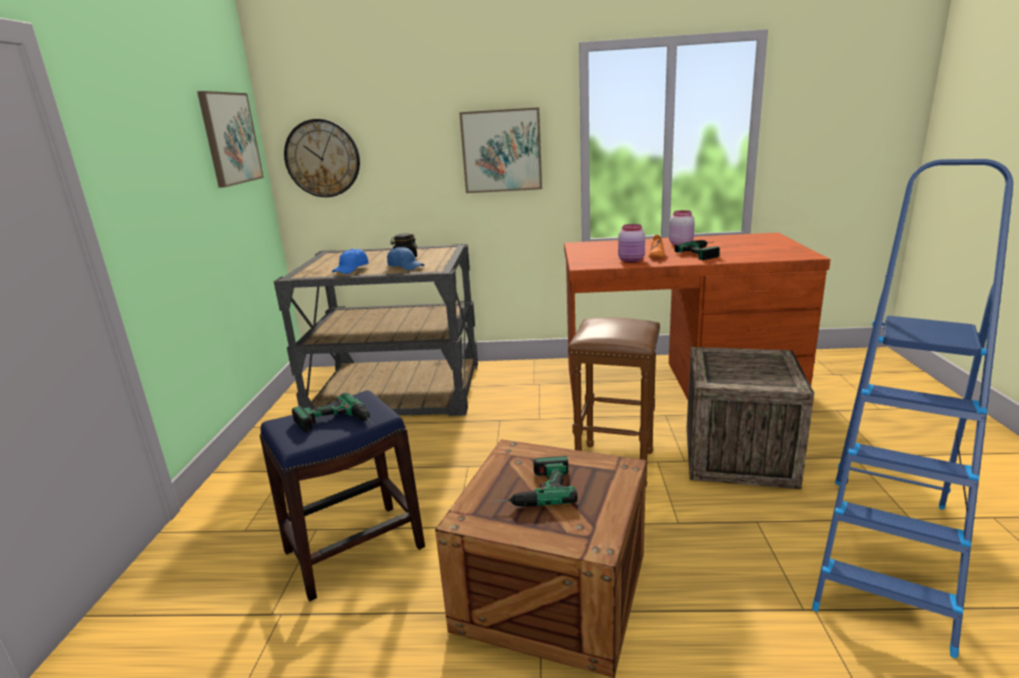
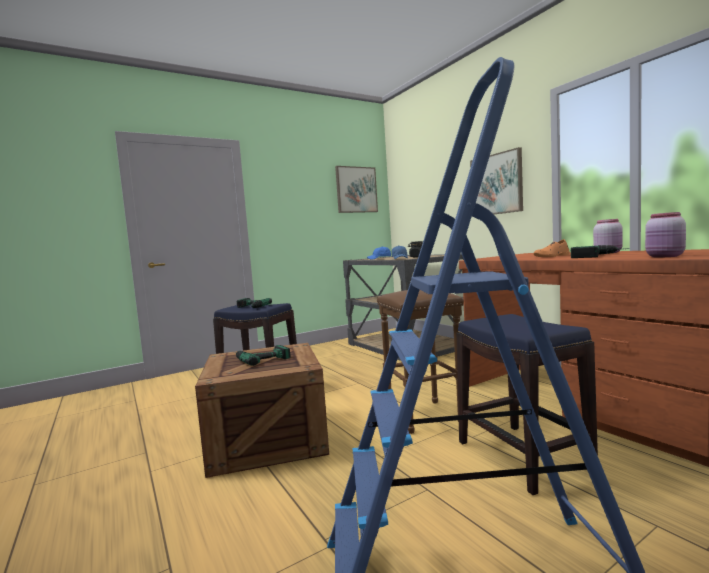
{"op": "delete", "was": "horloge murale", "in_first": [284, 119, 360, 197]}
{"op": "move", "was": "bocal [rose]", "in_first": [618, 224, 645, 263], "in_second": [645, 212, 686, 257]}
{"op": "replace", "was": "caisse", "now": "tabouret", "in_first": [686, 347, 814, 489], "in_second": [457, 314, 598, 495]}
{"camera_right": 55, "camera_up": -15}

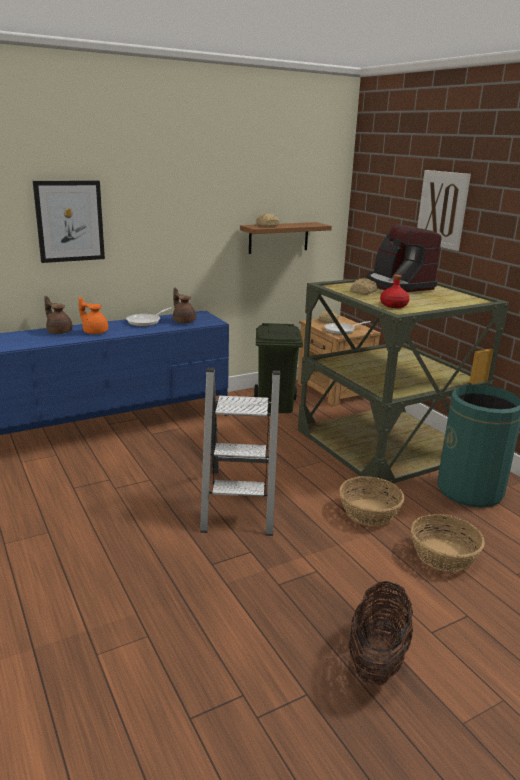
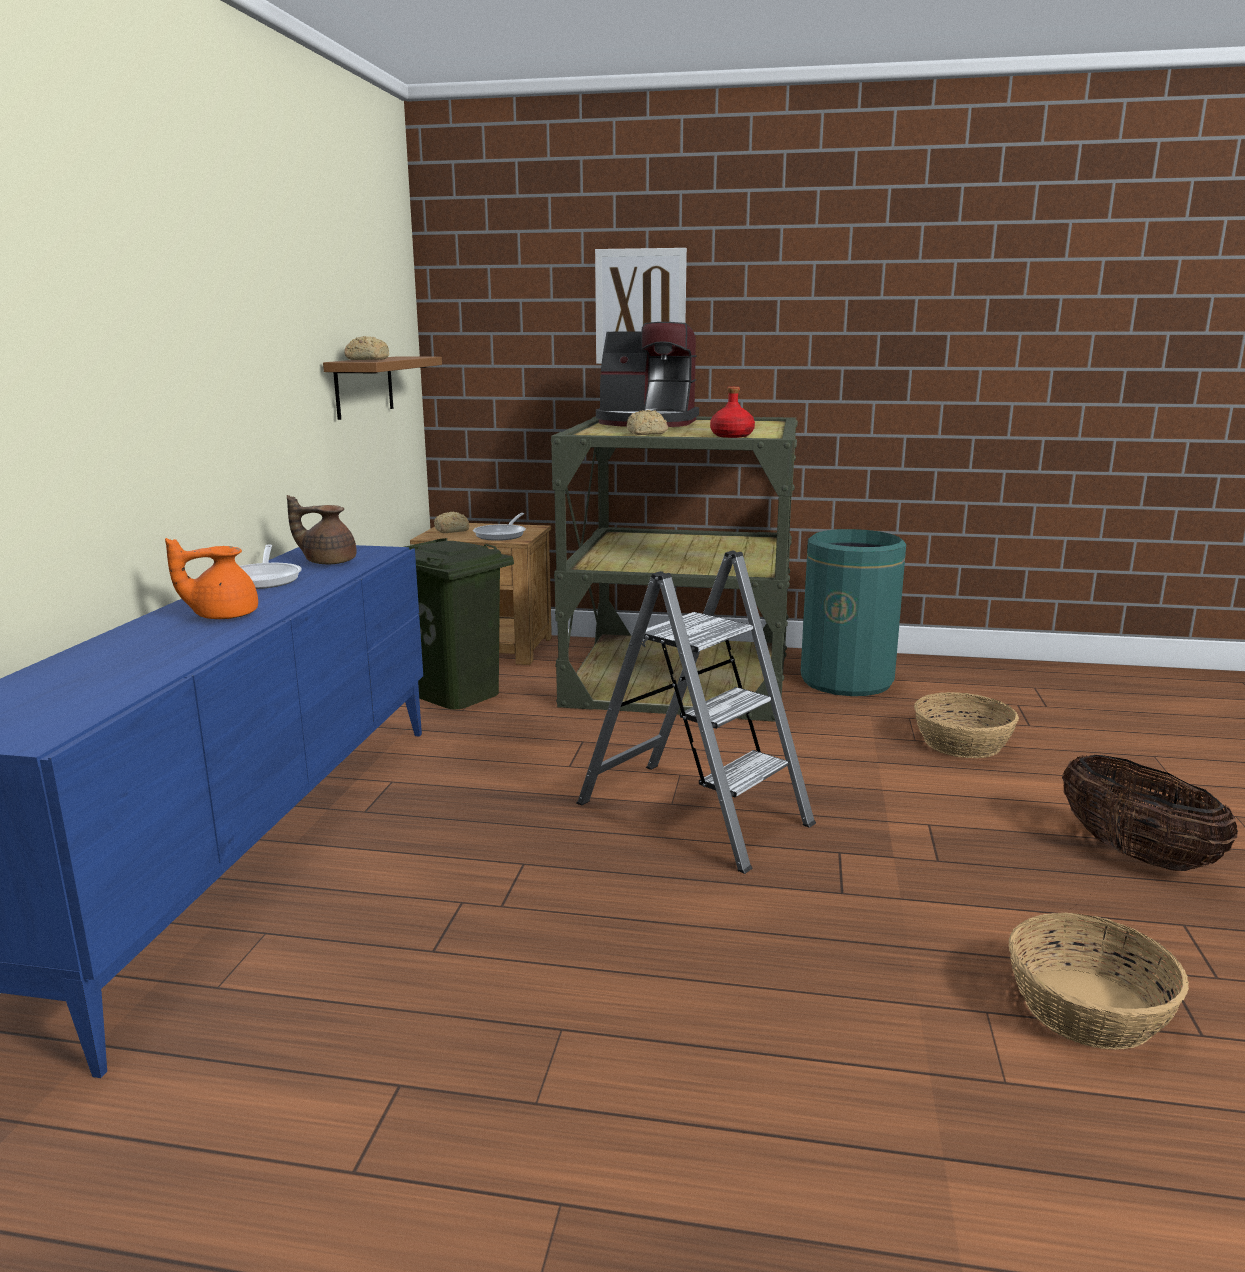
{"op": "delete", "was": "tableau", "in_first": [33, 181, 105, 263]}
{"op": "delete", "was": "théière [marron]", "in_first": [44, 296, 73, 334]}
{"op": "move", "was": "panier", "in_first": [339, 476, 404, 526], "in_second": [1009, 913, 1189, 1050]}
{"camera_right": -50, "camera_up": -5}

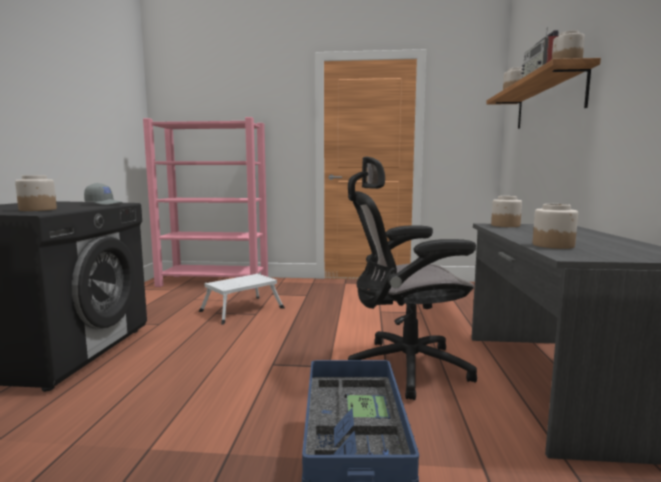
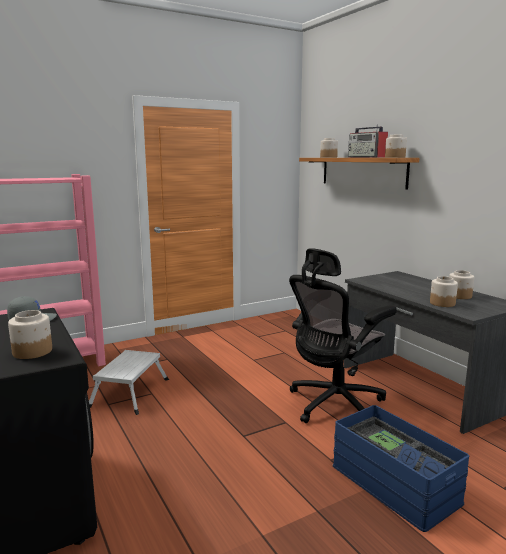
{"op": "move", "was": "bocal", "in_first": [491, 196, 522, 227], "in_second": [449, 270, 474, 299]}
{"camera_right": -35, "camera_up": 5}

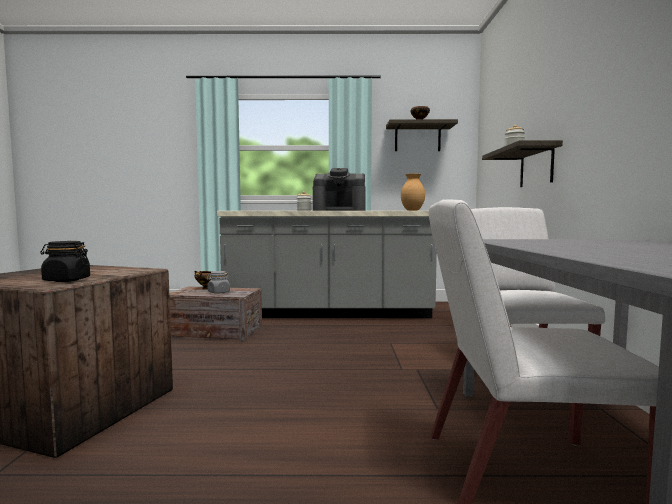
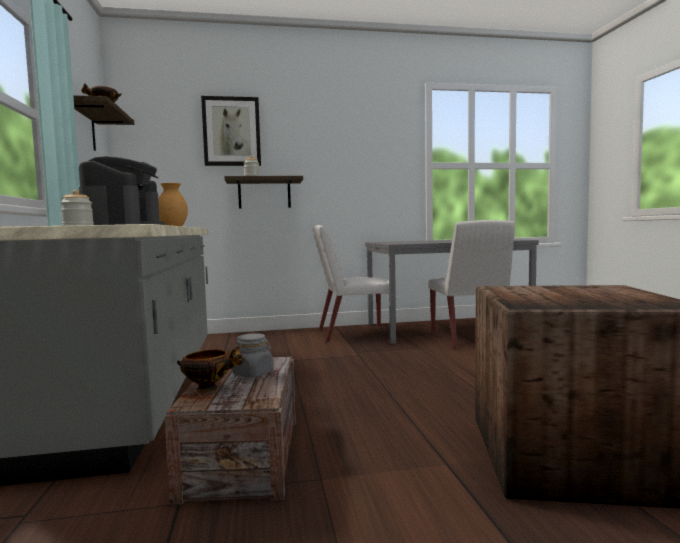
{"op": "delete", "was": "bocal [noir]", "in_first": [41, 241, 90, 282]}
{"op": "insert", "now": "tableau", "in_second": [201, 96, 261, 166]}
{"camera_right": -100, "camera_up": 0}

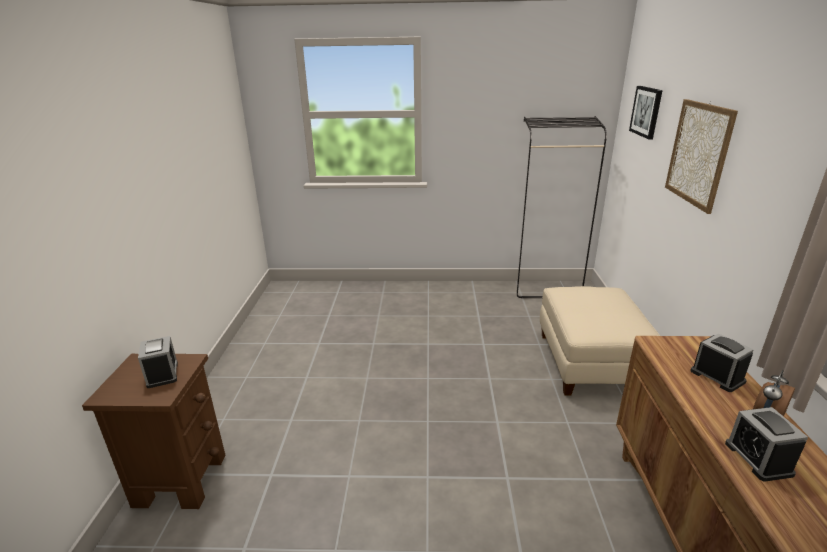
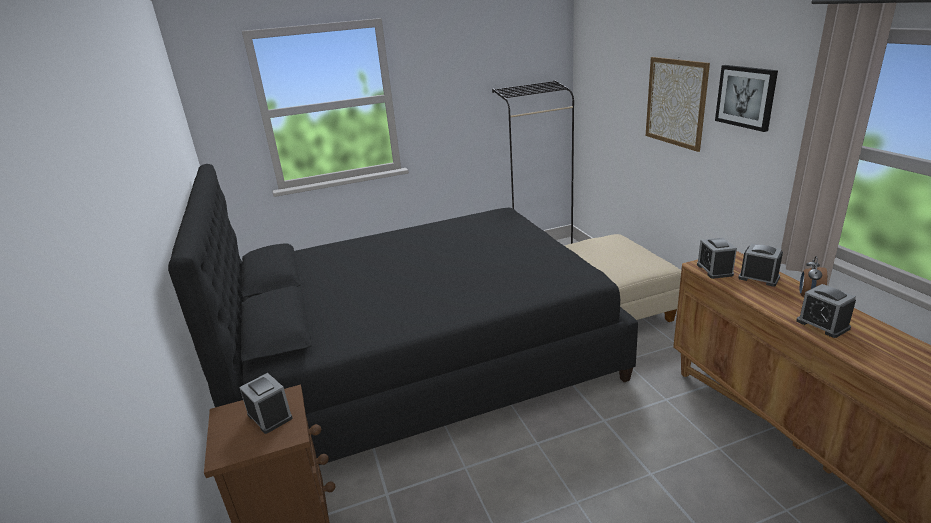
{"op": "move", "was": "tableau", "in_first": [629, 86, 663, 139], "in_second": [715, 65, 778, 132]}
{"op": "insert", "now": "lit [noir]", "in_second": [168, 164, 638, 465]}
{"op": "insert", "now": "réveil", "in_second": [697, 237, 737, 279]}
{"camera_right": -20, "camera_up": 0}

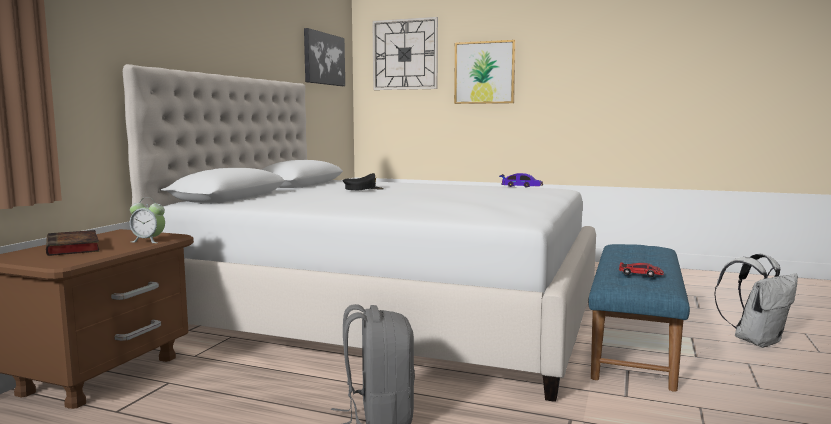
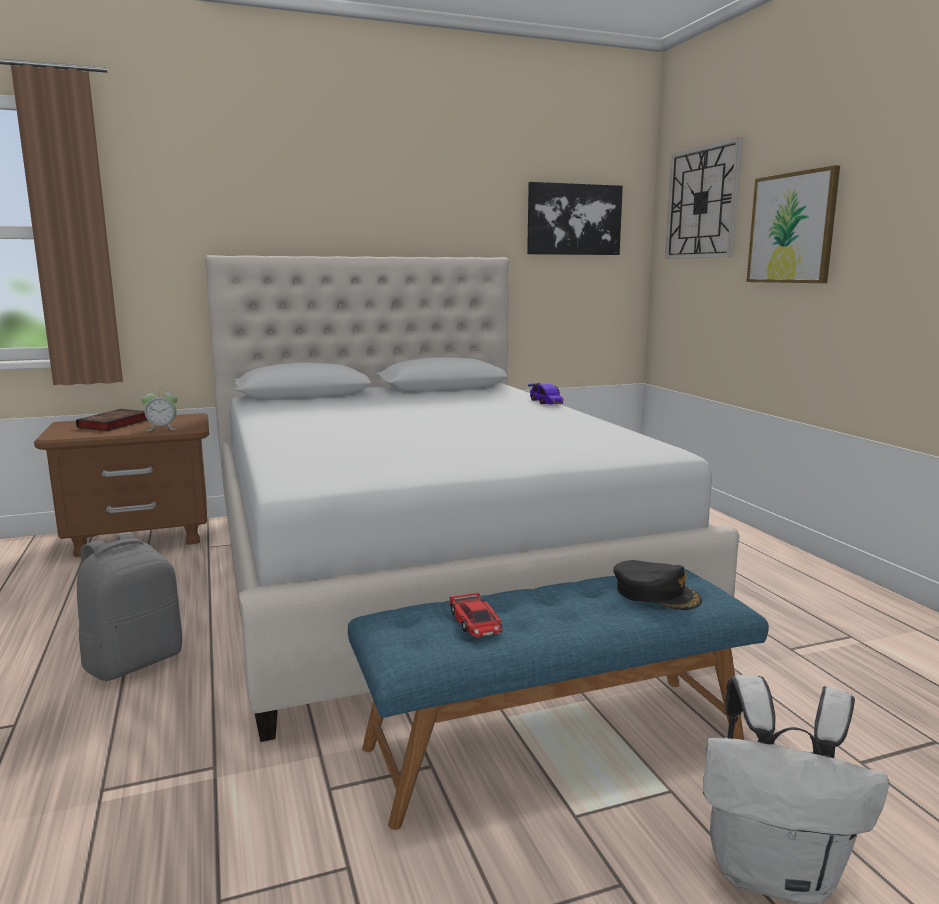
{"op": "rotate", "was": "réveil", "in_first": [130, 197, 165, 243], "in_second": [141, 391, 178, 431], "clockwise": -75}
{"op": "move", "was": "casquette [noir]", "in_first": [343, 173, 384, 190], "in_second": [613, 560, 702, 610]}
{"op": "move", "was": "petite voiture", "in_first": [499, 173, 543, 188], "in_second": [528, 383, 564, 405]}
{"camera_right": 50, "camera_up": 5}

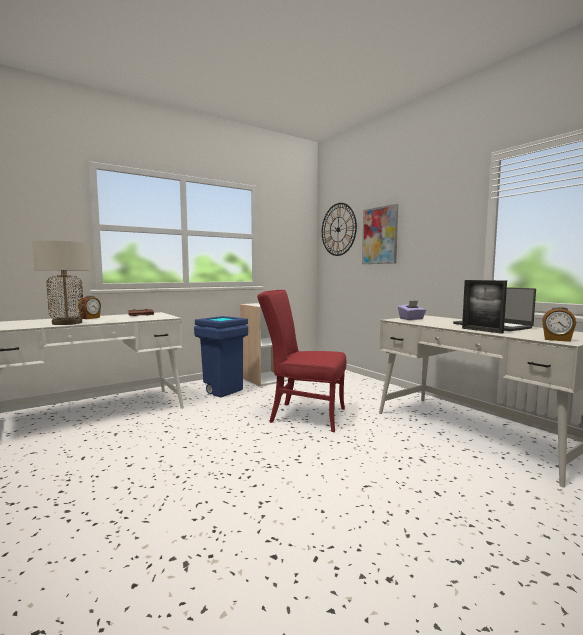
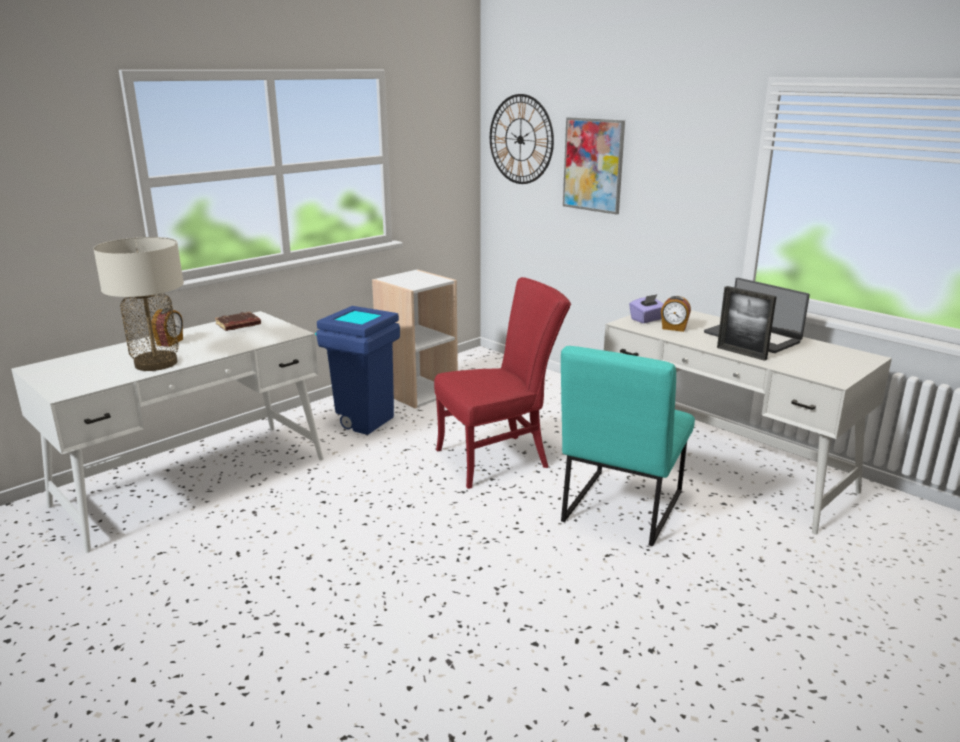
{"op": "rotate", "was": "chaise [rouge]", "in_first": [257, 290, 346, 432], "in_second": [434, 277, 571, 489], "clockwise": 150}
{"op": "move", "was": "réveil", "in_first": [542, 307, 576, 342], "in_second": [661, 296, 691, 332]}
{"op": "insert", "now": "chaise [turquoise]", "in_second": [561, 346, 695, 546]}
{"camera_right": -10, "camera_up": 15}

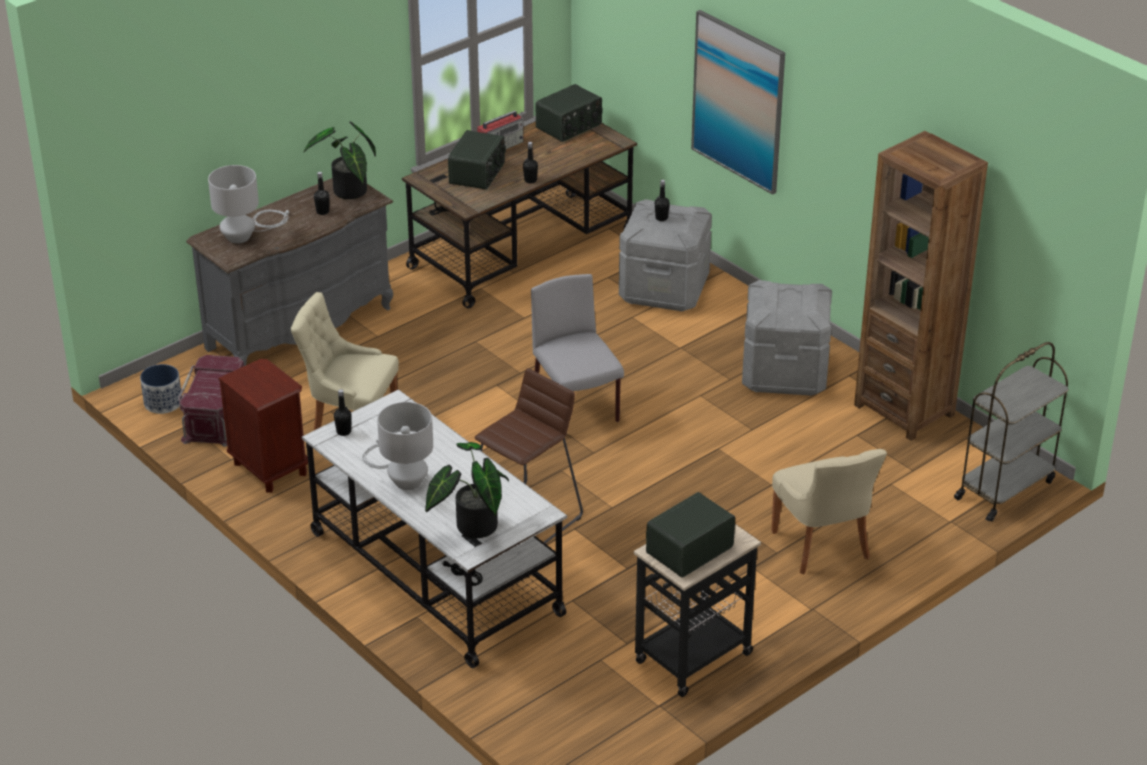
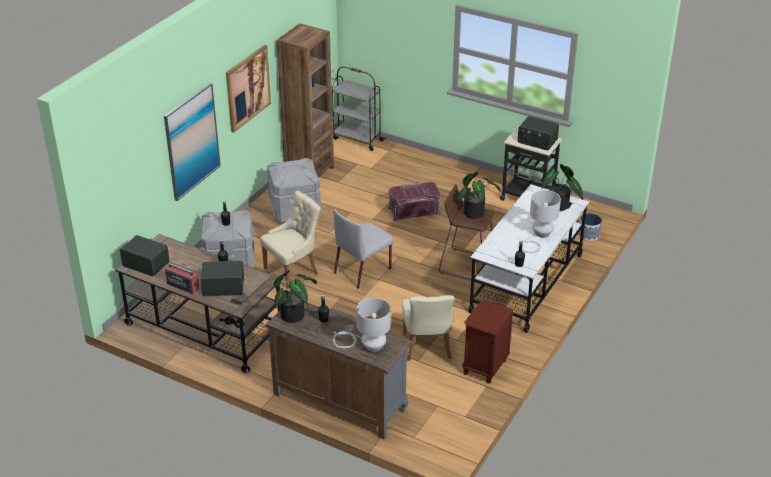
{"op": "move", "was": "cache-pot", "in_first": [140, 364, 182, 414], "in_second": [578, 213, 602, 241]}
{"op": "move", "was": "boîte de rangement [rouge]", "in_first": [178, 355, 244, 447], "in_second": [388, 182, 441, 221]}
{"op": "move", "was": "chaise [beige]", "in_first": [771, 449, 887, 574], "in_second": [260, 191, 321, 289]}
{"op": "insert", "now": "tableau", "in_second": [226, 45, 271, 133]}
{"op": "insert", "now": "plante en pot", "in_second": [458, 172, 500, 219]}
{"camera_right": -110, "camera_up": 0}

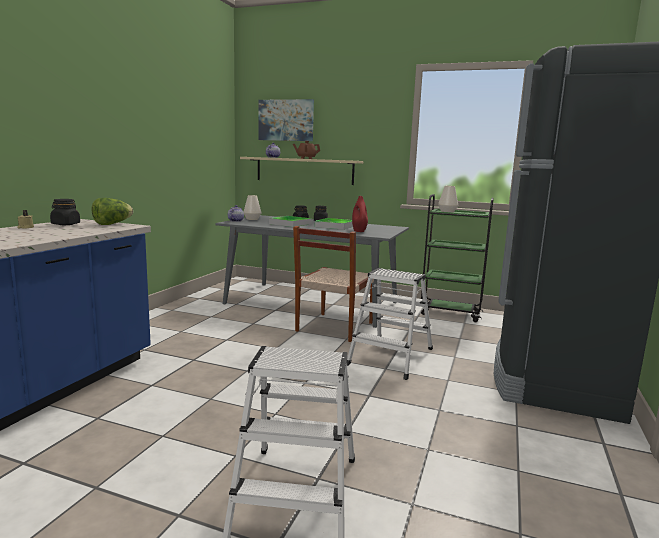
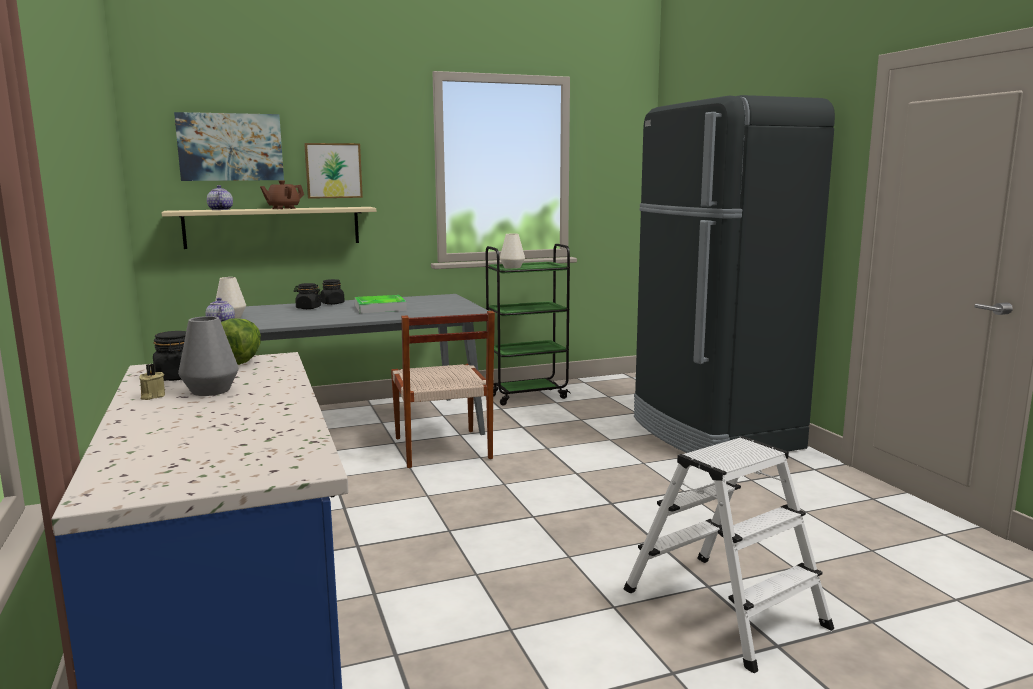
{"op": "delete", "was": "plateau", "in_first": [269, 216, 312, 227]}
{"op": "delete", "was": "escabeau [blanc]", "in_first": [347, 268, 433, 380]}
{"op": "delete", "was": "vase [rouge]", "in_first": [352, 196, 368, 232]}
{"op": "insert", "now": "vase [gris]", "in_second": [178, 316, 239, 396]}
{"op": "insert", "now": "tableau", "in_second": [304, 143, 363, 199]}
{"camera_right": -40, "camera_up": 0}

